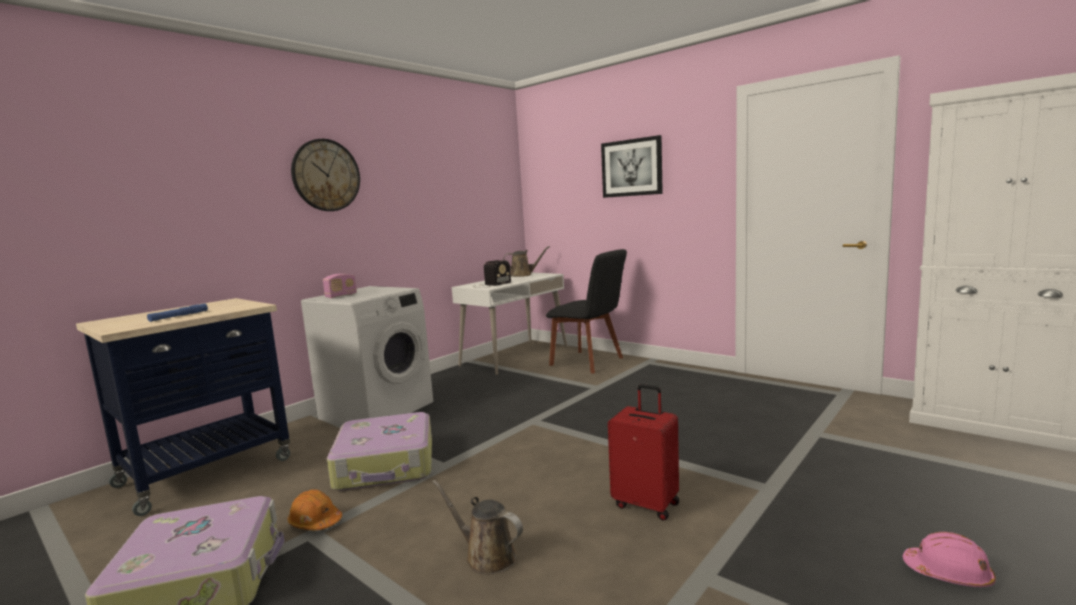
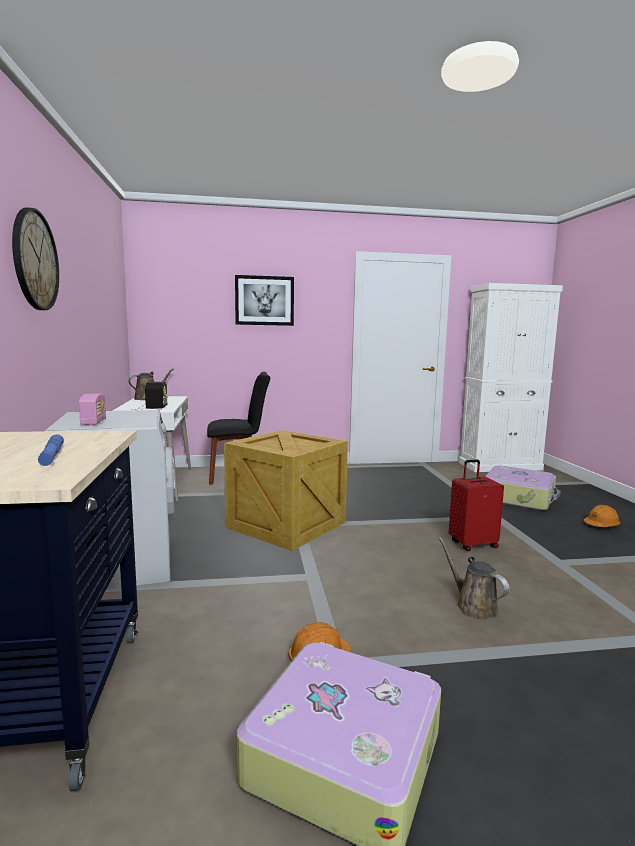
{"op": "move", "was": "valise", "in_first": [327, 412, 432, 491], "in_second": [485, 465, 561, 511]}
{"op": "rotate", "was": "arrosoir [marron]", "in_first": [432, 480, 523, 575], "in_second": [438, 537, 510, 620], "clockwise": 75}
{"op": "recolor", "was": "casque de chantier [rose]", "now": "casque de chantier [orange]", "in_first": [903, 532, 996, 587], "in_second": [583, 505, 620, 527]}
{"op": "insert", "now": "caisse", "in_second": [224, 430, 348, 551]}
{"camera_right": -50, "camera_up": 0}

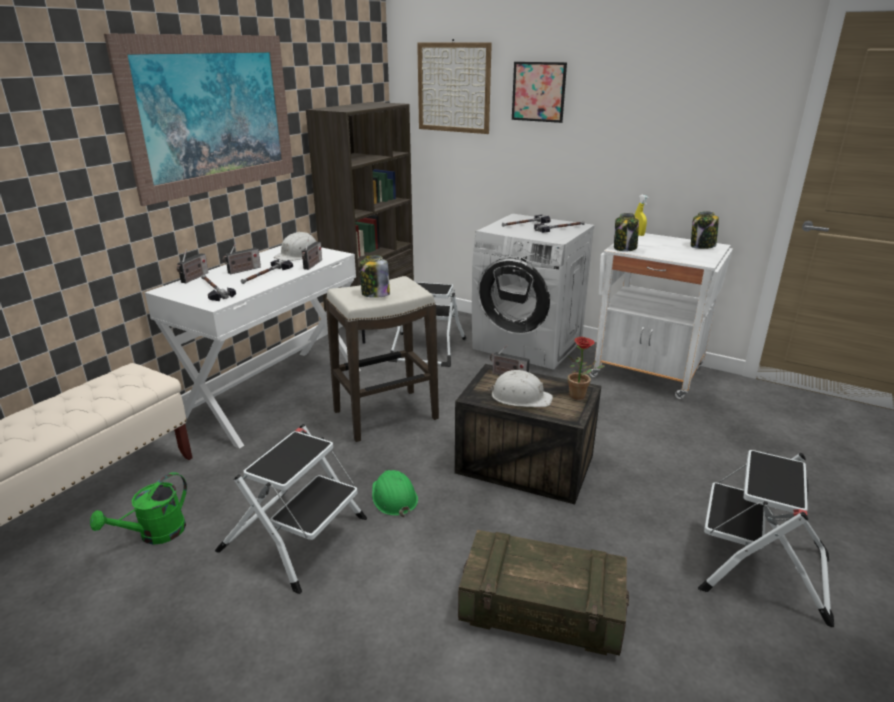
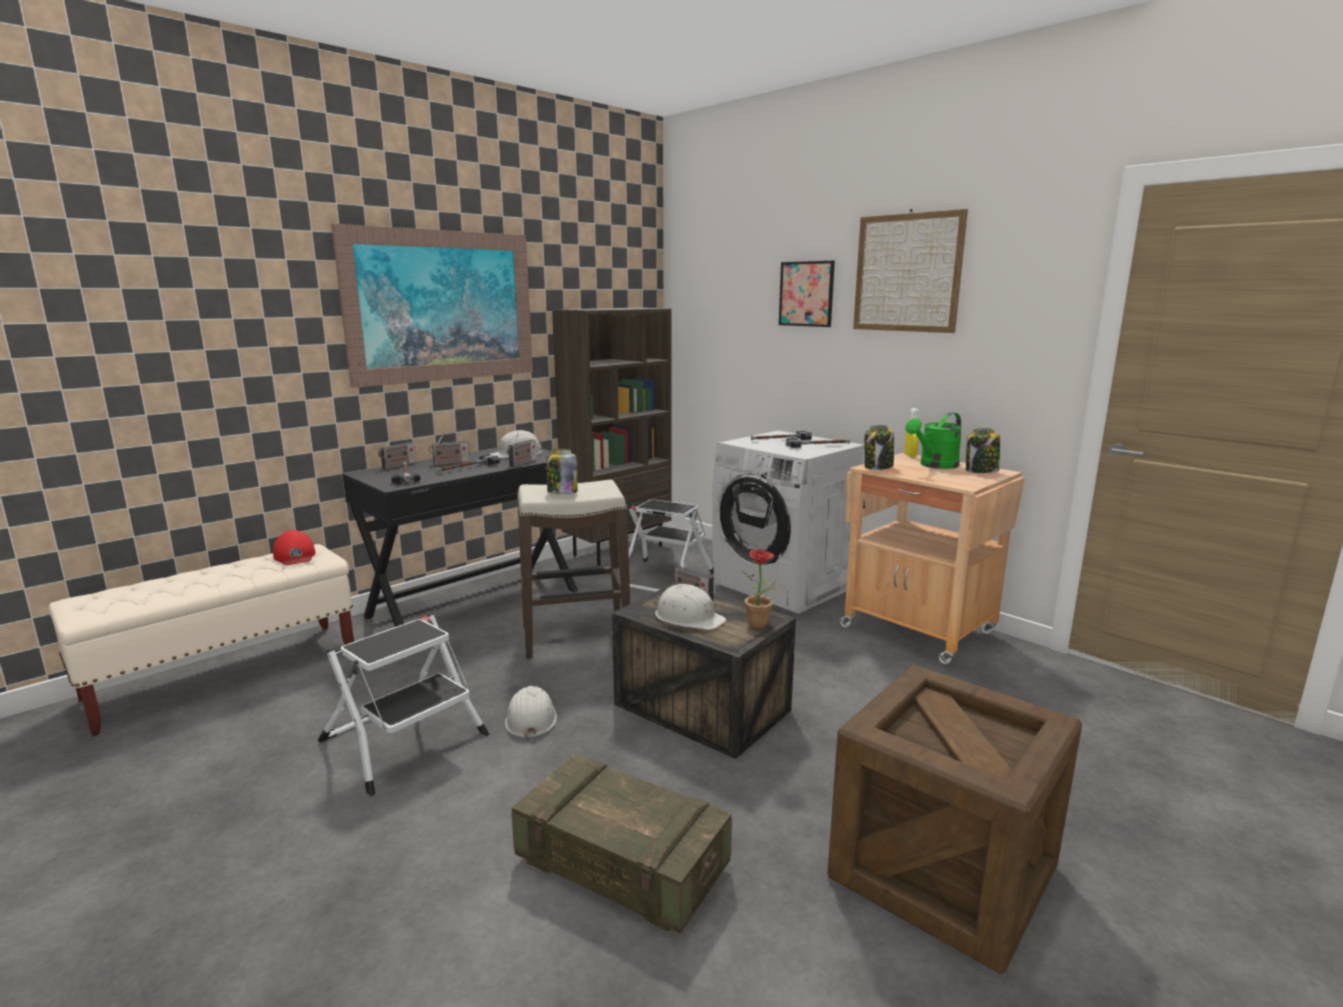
{"op": "move", "was": "arrosoir [vert]", "in_first": [90, 472, 187, 545], "in_second": [905, 412, 962, 469]}
{"op": "recolor", "was": "bureau [blanc]", "now": "bureau [noir]", "in_first": [145, 245, 361, 449], "in_second": [342, 448, 578, 627]}
{"op": "recolor", "was": "casque de chantier [vert]", "now": "casque de chantier [blanc]", "in_first": [372, 470, 418, 517], "in_second": [505, 686, 557, 740]}
{"op": "move", "was": "tableau", "in_first": [417, 39, 492, 134], "in_second": [853, 209, 968, 333]}
{"op": "recolor", "was": "chariot [blanc]", "now": "chariot [marron]", "in_first": [589, 233, 733, 399], "in_second": [840, 453, 1025, 664]}
{"op": "replace", "was": "escabeau", "now": "caisse", "in_first": [698, 450, 834, 628], "in_second": [827, 665, 1082, 974]}
{"op": "insert", "now": "casquette [rouge]", "in_second": [273, 530, 316, 565]}
{"camera_right": 15, "camera_up": -10}

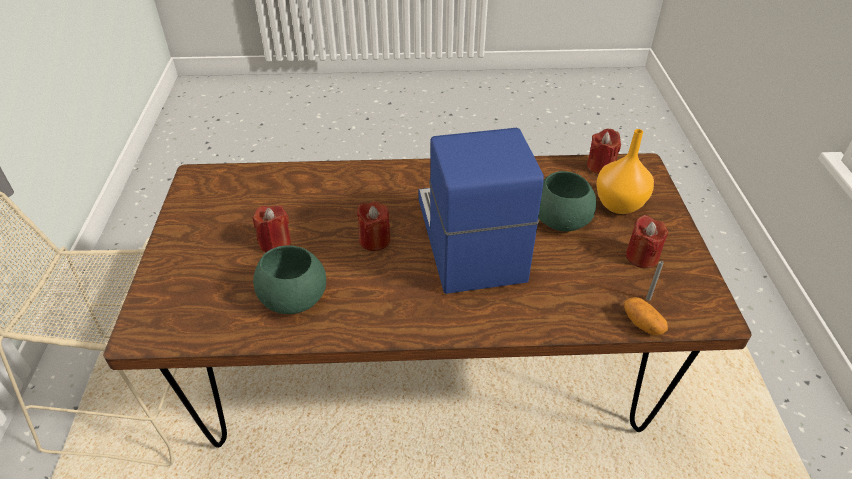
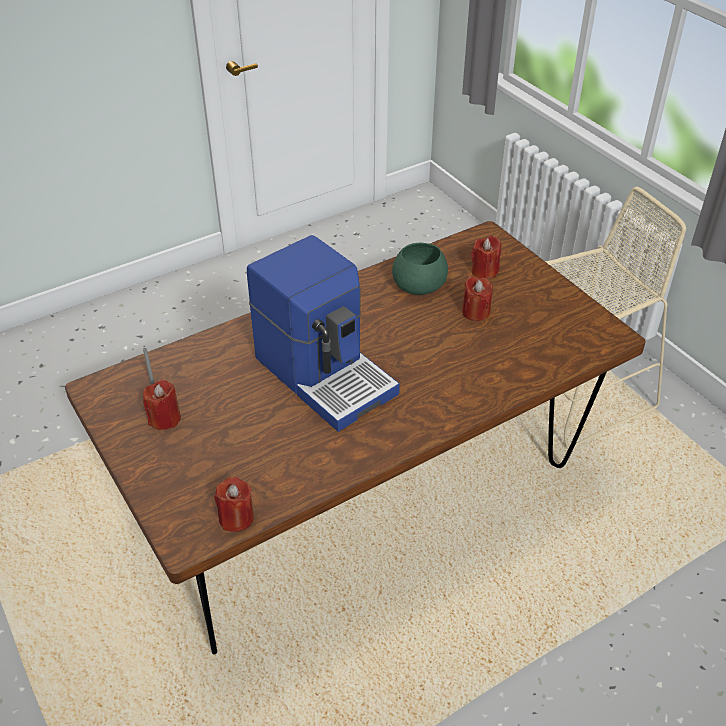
{"op": "move", "was": "bougie [rouge]", "in_first": [357, 201, 390, 251], "in_second": [471, 236, 501, 279]}
{"op": "delete", "was": "bol [vert]", "in_first": [538, 171, 597, 231]}
{"op": "delete", "was": "vase [orange]", "in_first": [596, 129, 654, 214]}
{"op": "delete", "was": "pomme de terre", "in_first": [624, 297, 668, 336]}
{"camera_right": 150, "camera_up": 0}

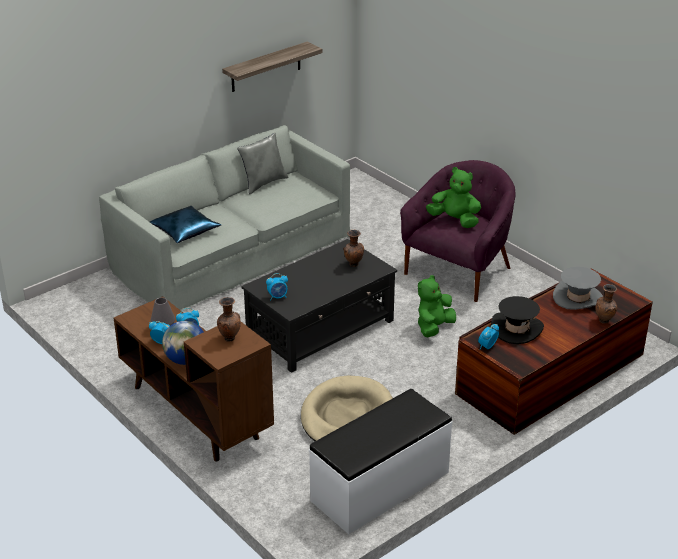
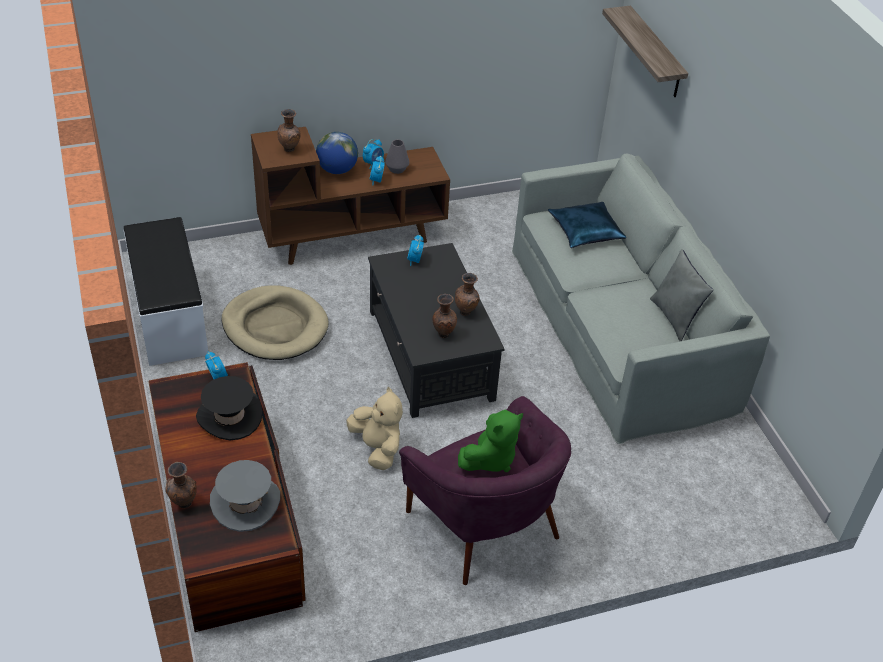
{"op": "move", "was": "étagère", "in_first": [222, 42, 322, 92], "in_second": [602, 6, 688, 97]}
{"op": "recolor", "was": "peluche [vert]", "now": "peluche [beige]", "in_first": [418, 275, 456, 337], "in_second": [346, 387, 403, 470]}
{"op": "insert", "now": "vase [marron]", "in_second": [455, 273, 480, 316]}
{"camera_right": 110, "camera_up": 10}

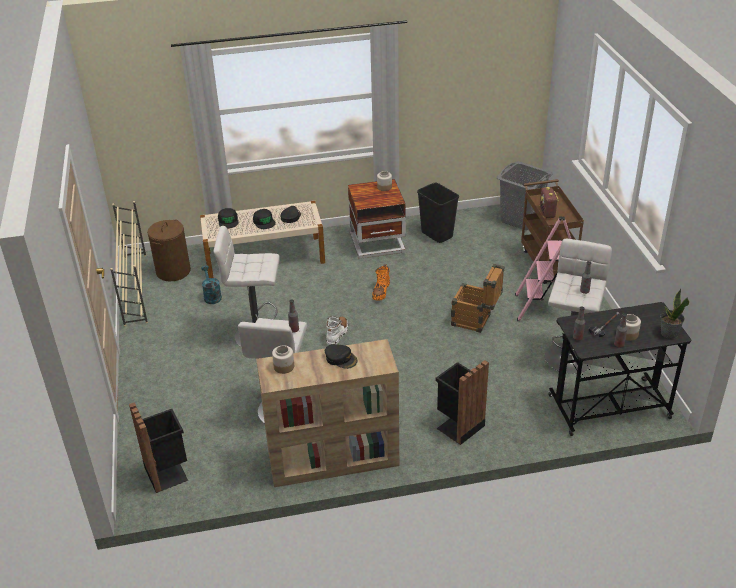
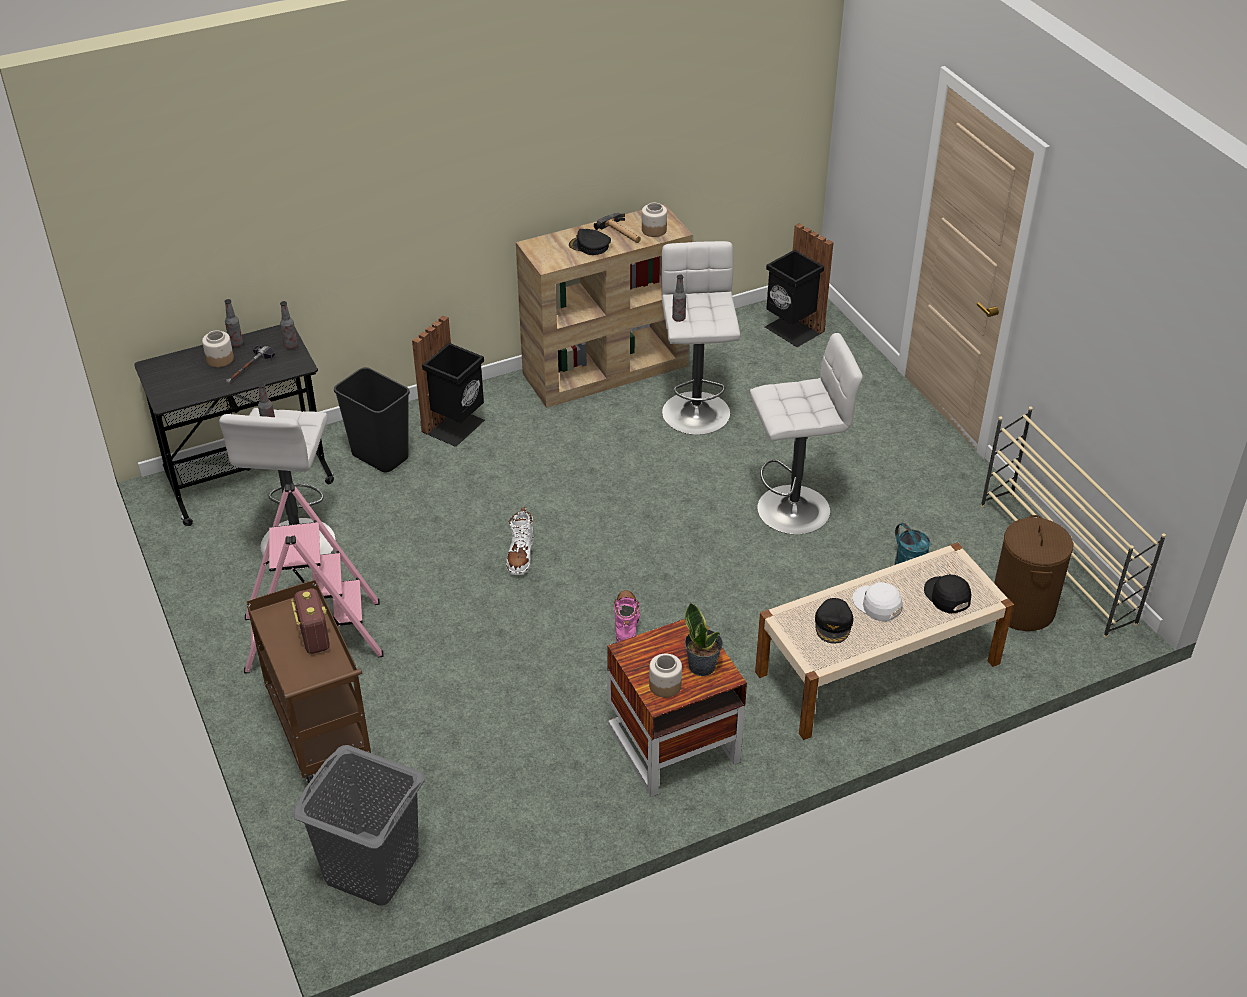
{"op": "recolor", "was": "casquette [noir]", "now": "casquette [blanc]", "in_first": [253, 209, 276, 229], "in_second": [853, 582, 903, 622]}
{"op": "move", "was": "botte [blanc]", "in_first": [326, 316, 348, 345], "in_second": [506, 507, 534, 575]}
{"op": "recolor", "was": "botte [orange]", "now": "botte [rose]", "in_first": [372, 264, 390, 301], "in_second": [614, 590, 640, 642]}
{"op": "move", "was": "poubelle [noir]", "in_first": [417, 183, 459, 243], "in_second": [334, 367, 410, 473]}
{"op": "delete", "was": "caisse", "in_first": [451, 264, 505, 333]}
{"op": "move", "was": "plante en pot", "in_first": [660, 289, 689, 339], "in_second": [685, 602, 723, 676]}
{"op": "insert", "now": "marteau", "in_second": [594, 213, 641, 243]}
{"camera_right": 165, "camera_up": 5}

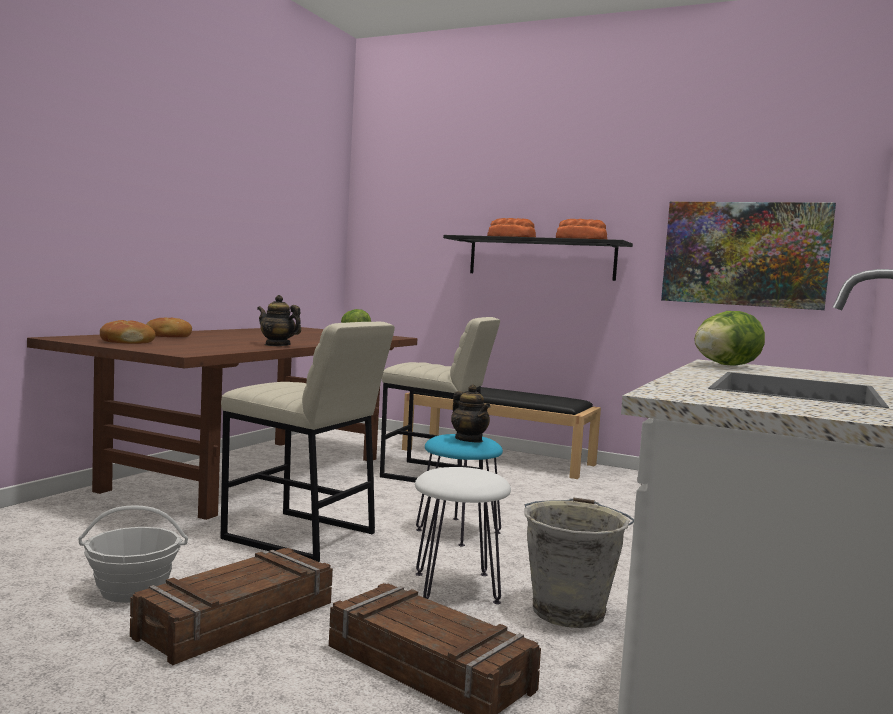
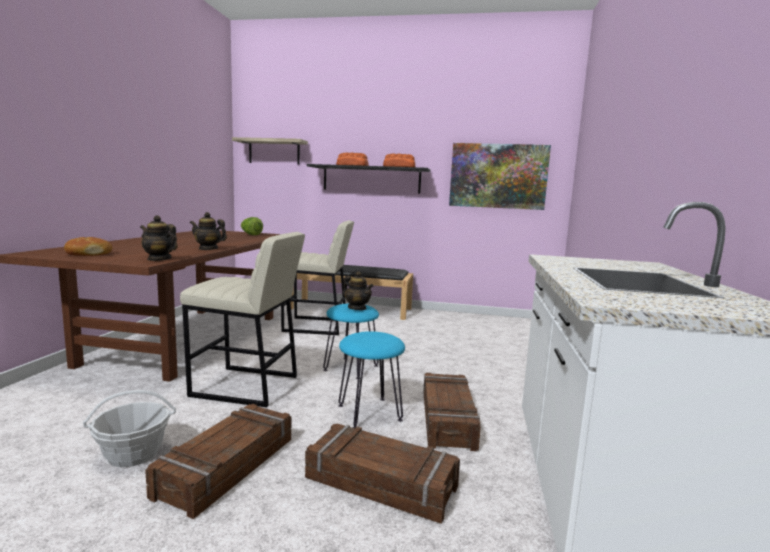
{"op": "delete", "was": "pain", "in_first": [146, 318, 192, 337]}
{"op": "recolor", "was": "tabouret [blanc]", "now": "tabouret [turquoise]", "in_first": [415, 467, 511, 604], "in_second": [338, 331, 405, 428]}
{"op": "replace", "was": "seau [gris]", "now": "caisse", "in_first": [524, 497, 634, 628], "in_second": [424, 373, 481, 451]}
{"op": "delete", "was": "laitue", "in_first": [694, 311, 765, 366]}
{"op": "insert", "now": "théière", "in_second": [140, 215, 178, 261]}
{"op": "insert", "now": "étagère", "in_second": [232, 137, 308, 165]}
{"camera_right": -15, "camera_up": 5}

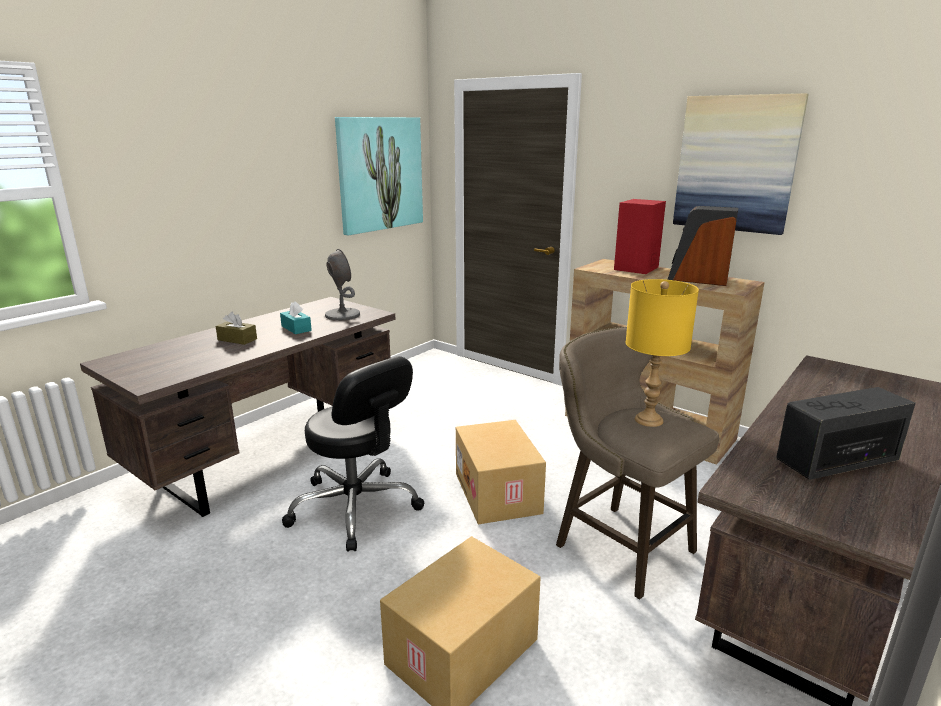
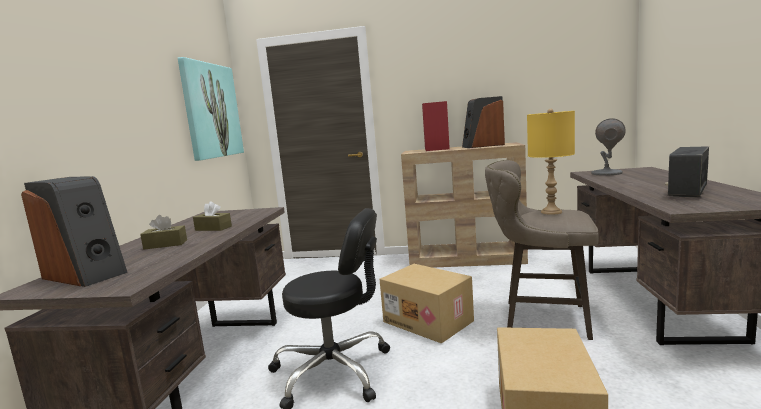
{"op": "recolor", "was": "boîte à mouchoirs [turquoise]", "now": "boîte à mouchoirs [marron]", "in_first": [280, 301, 312, 334], "in_second": [193, 201, 232, 231]}
{"op": "move", "was": "lampe de table [gris]", "in_first": [325, 249, 360, 320], "in_second": [591, 118, 626, 176]}
{"op": "delete", "was": "tableau", "in_first": [673, 93, 809, 235]}
{"op": "insert", "now": "enceinte", "in_second": [21, 176, 128, 287]}
{"camera_right": -30, "camera_up": -10}

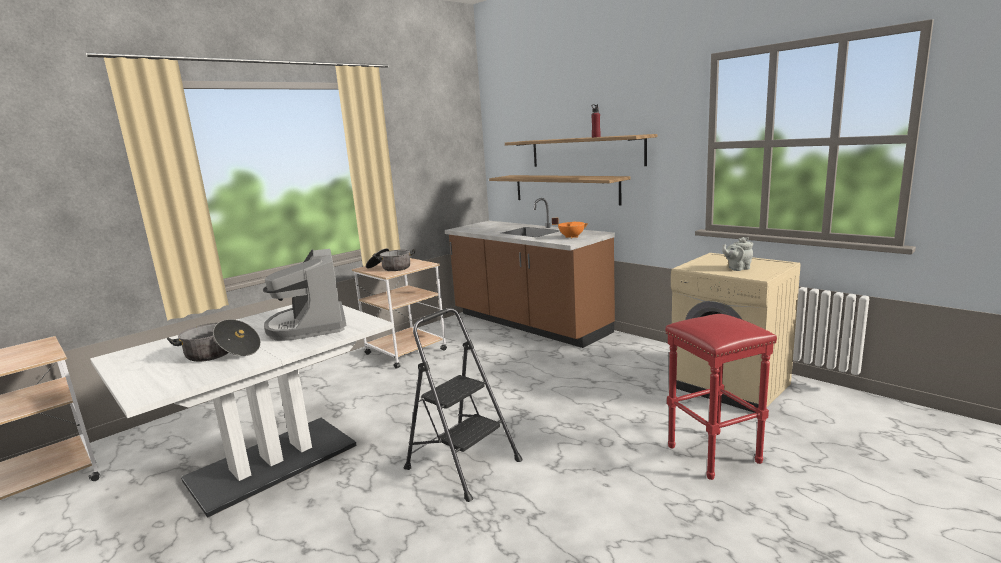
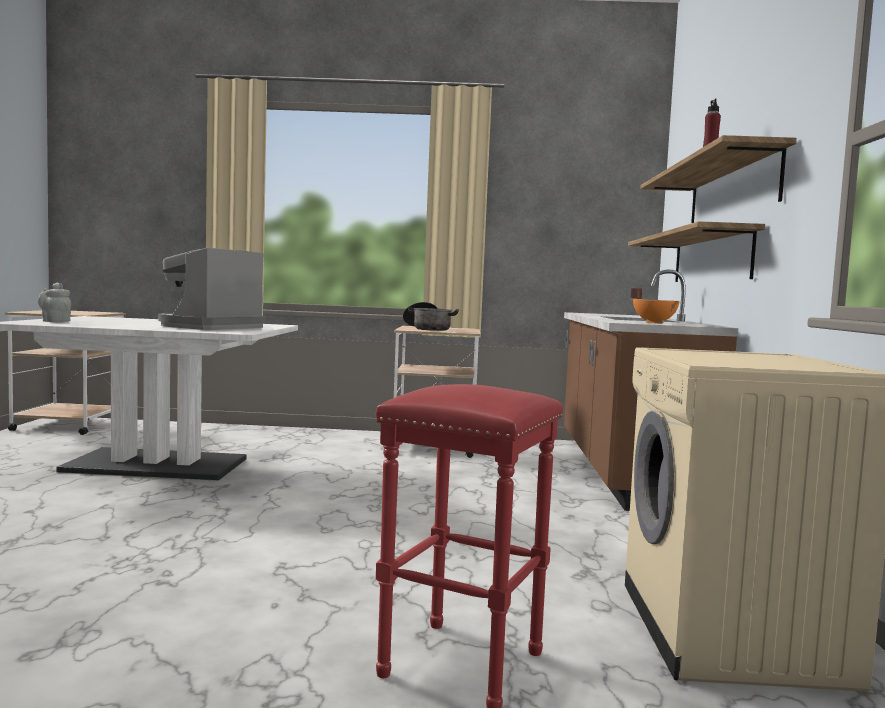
{"op": "delete", "was": "marmite", "in_first": [167, 319, 261, 362]}
{"op": "delete", "was": "escabeau [noir]", "in_first": [404, 308, 523, 502]}
{"op": "move", "was": "théière [gris]", "in_first": [722, 237, 753, 271], "in_second": [38, 283, 71, 322]}
{"camera_right": 45, "camera_up": -10}

